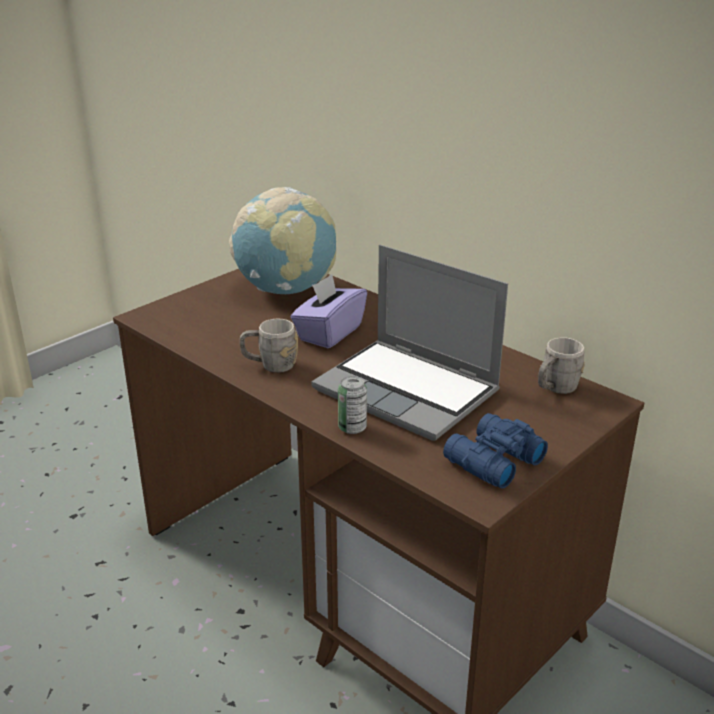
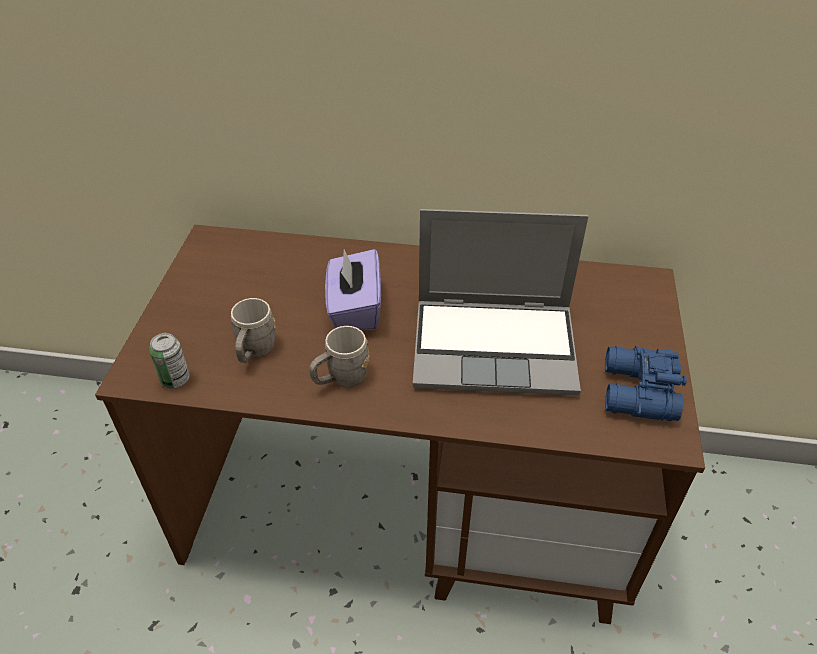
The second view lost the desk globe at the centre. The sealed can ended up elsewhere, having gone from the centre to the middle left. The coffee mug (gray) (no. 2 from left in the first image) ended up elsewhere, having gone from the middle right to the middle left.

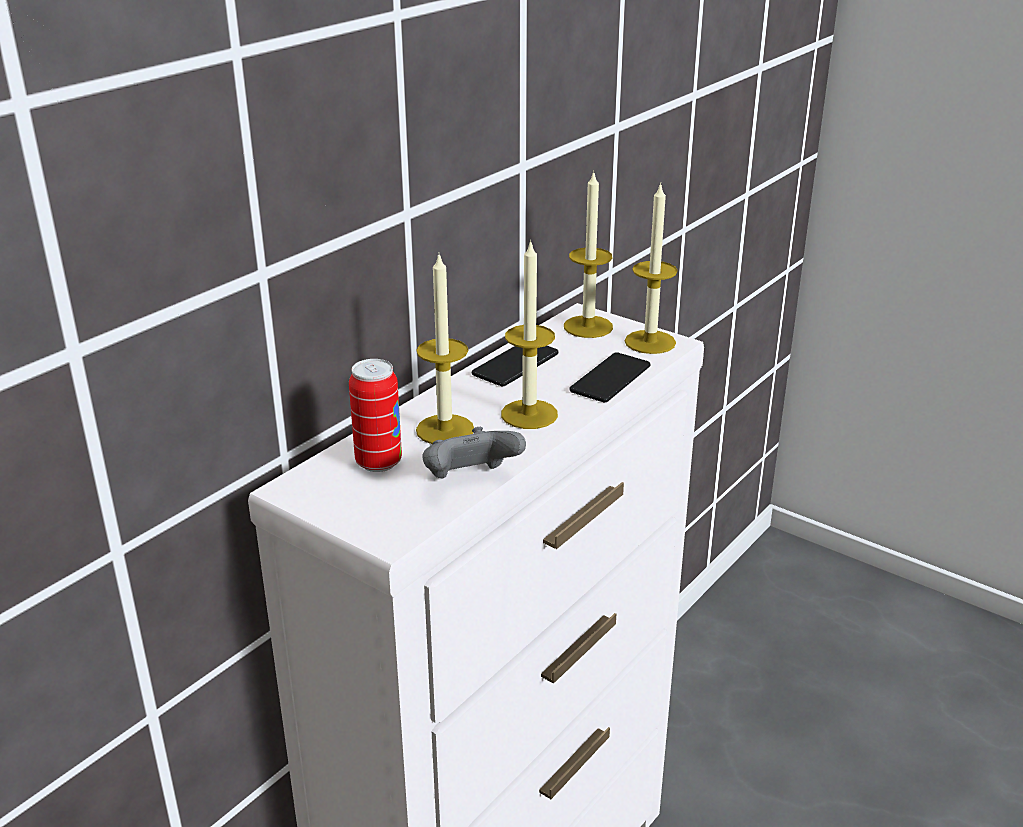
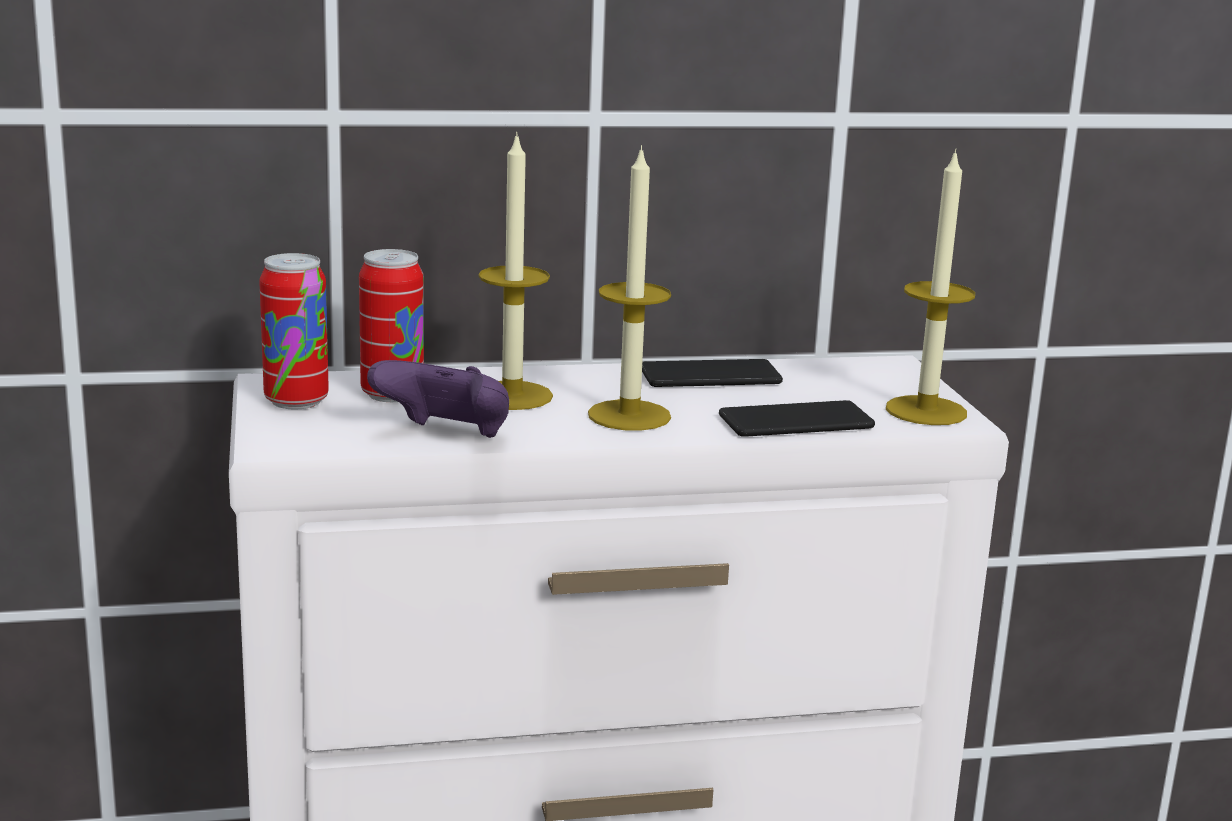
The second view lost the wax light (no. 3 from left) at the top centre. The second view gained the sealed can (no. 1 from left) at the middle left. What was the game controller (gray) at the centre turned into the game controller (purple) at the centre.

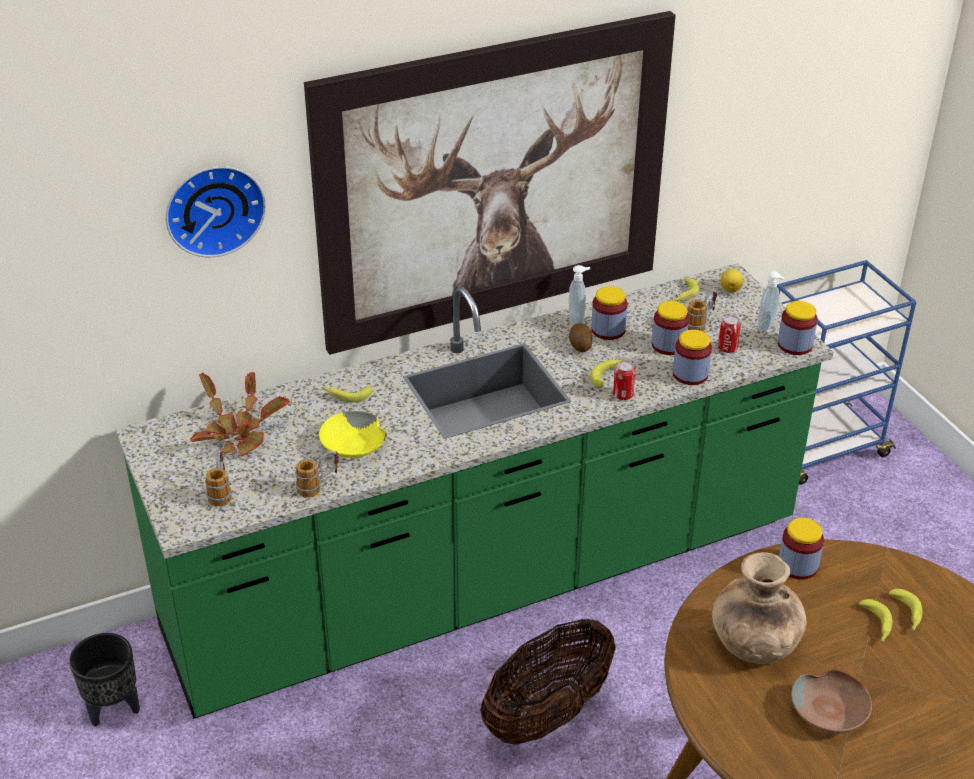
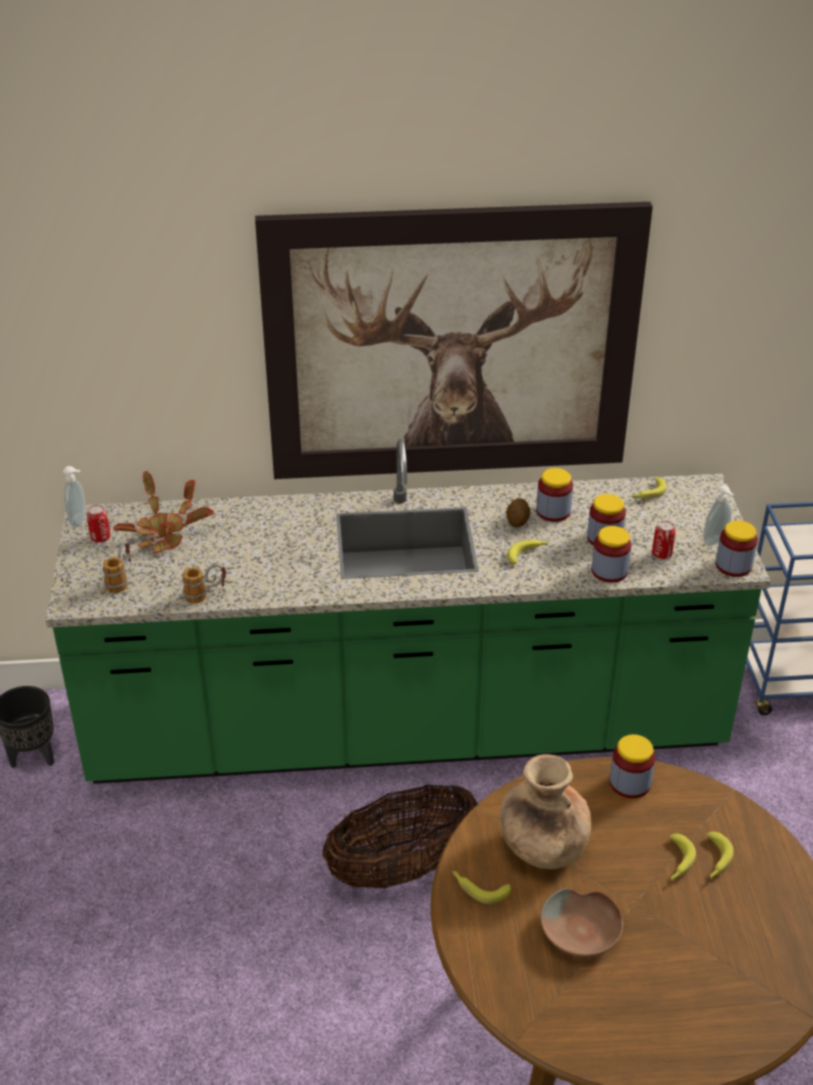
The second view lost the clock on the wall at the top left. The second view lost the bowl (yellow-coloured) at the centre. The second view lost the coffee mug (no. 3 from left) at the middle right. The second view lost the lemon at the middle right. The whole banana (no. 1 from left) ended up elsewhere, having gone from the centre to the bottom centre. The soap dispenser (no. 1 from left) ended up elsewhere, having gone from the centre to the middle left. The sealed can (no. 1 from left) ended up elsewhere, having gone from the centre to the middle left.

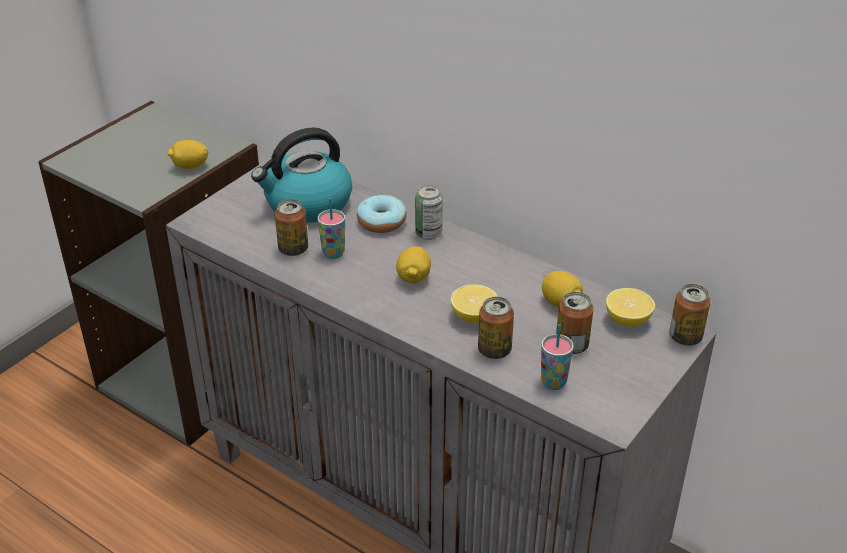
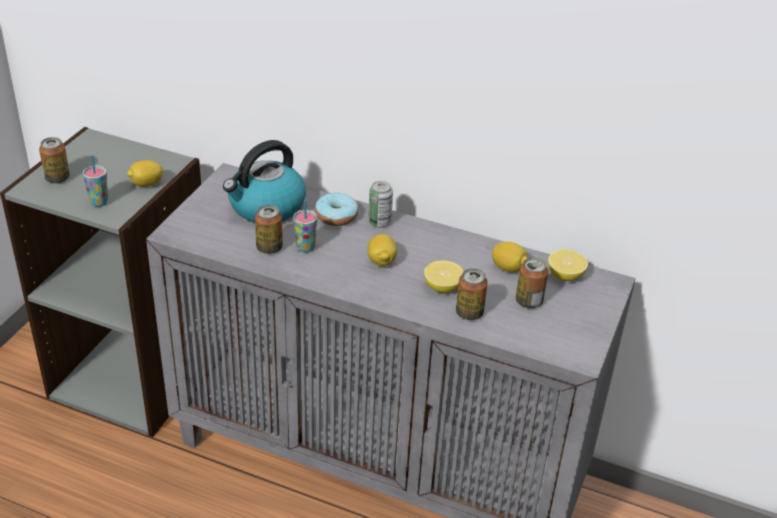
The small cup (no. 2 from left in the first image) ended up elsewhere, having gone from the centre to the middle left. The sealed can (no. 5 from left in the first image) ended up elsewhere, having gone from the middle right to the top left.

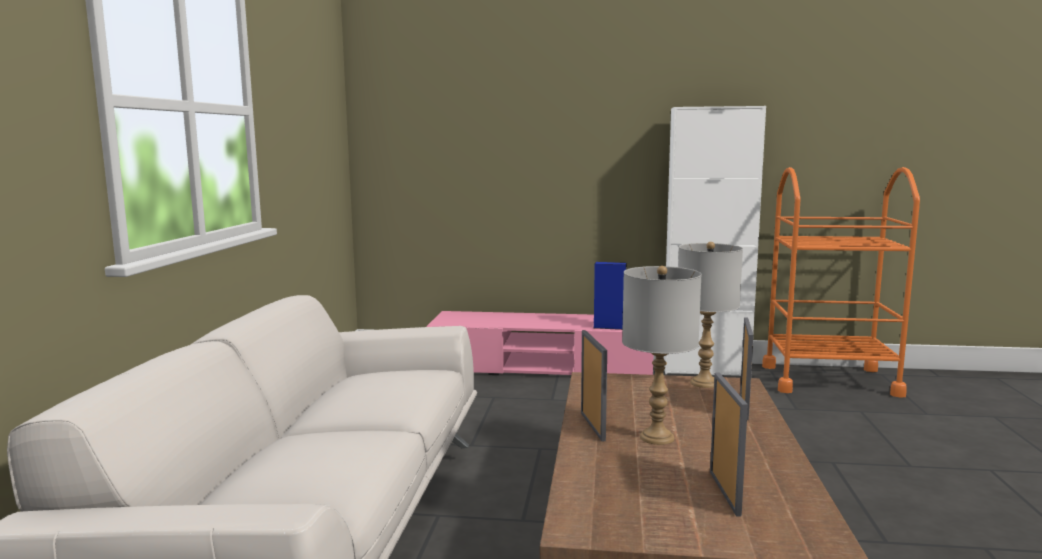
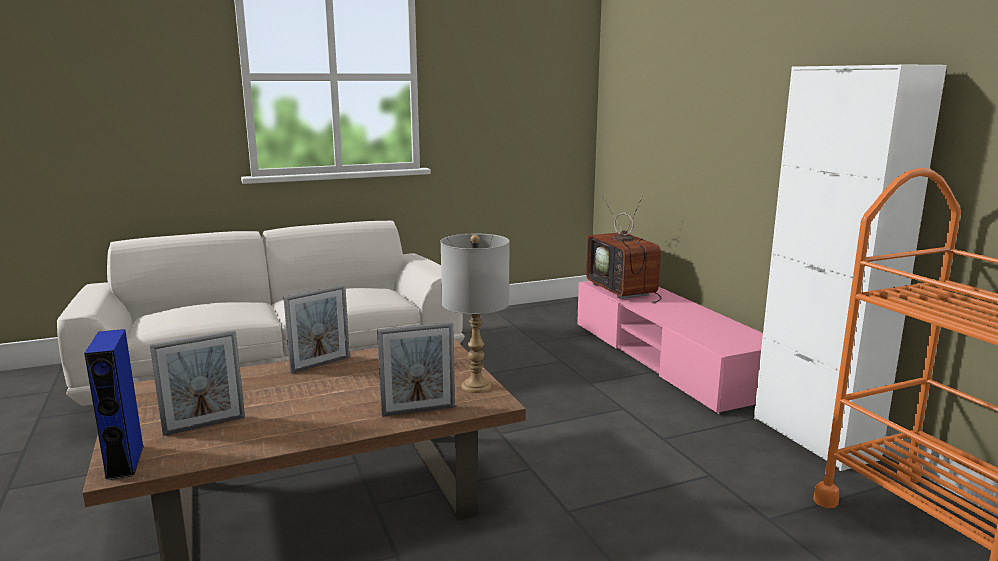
The second view lost the tabletop lamp (gray) (no. 1 from left) at the centre. The second view gained the TV set at the centre. The loudspeaker (bluish) ended up elsewhere, having gone from the centre to the bottom left.

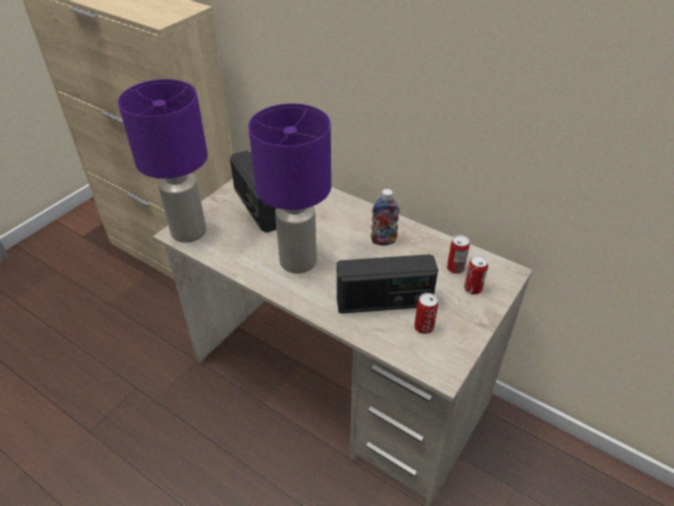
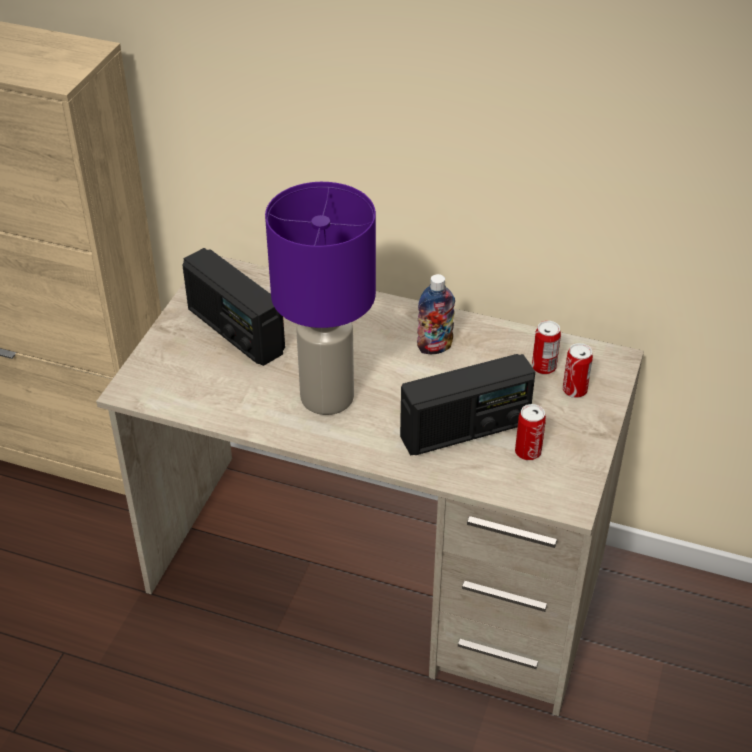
The second view lost the tabletop lamp (purple) (no. 1 from left) at the top left.

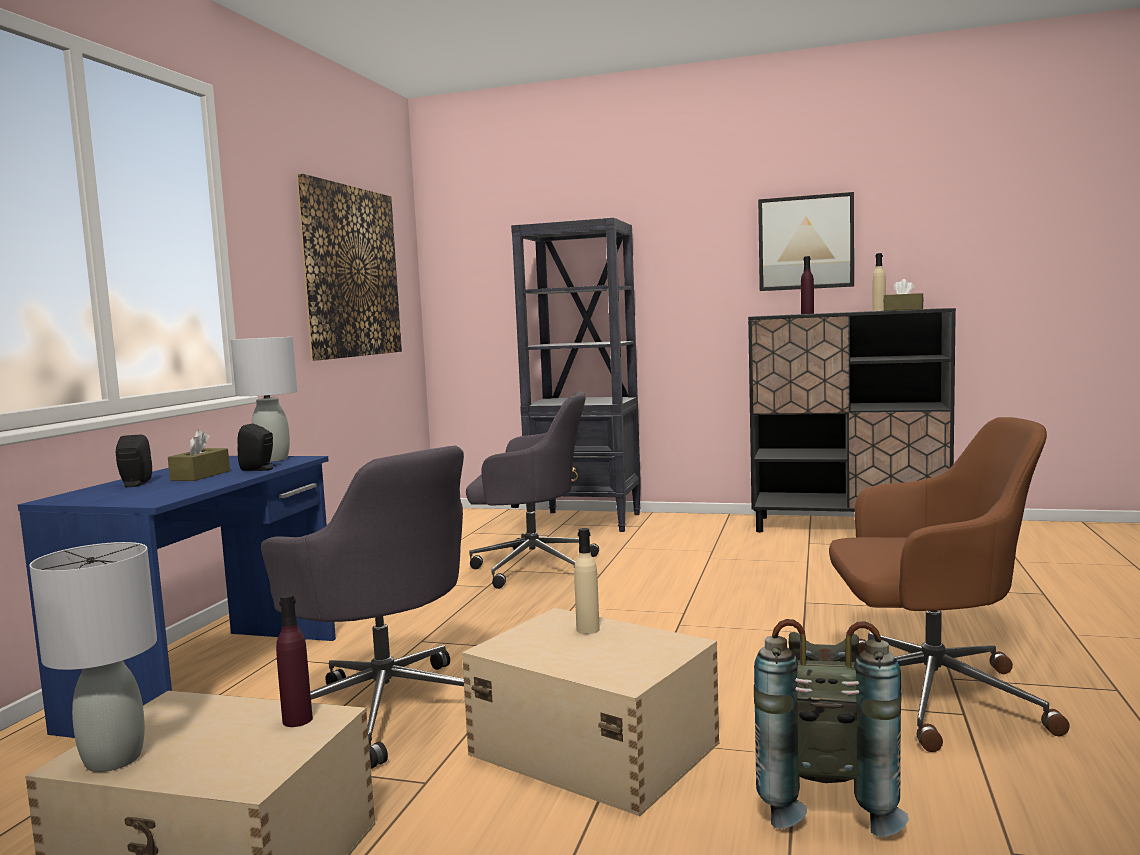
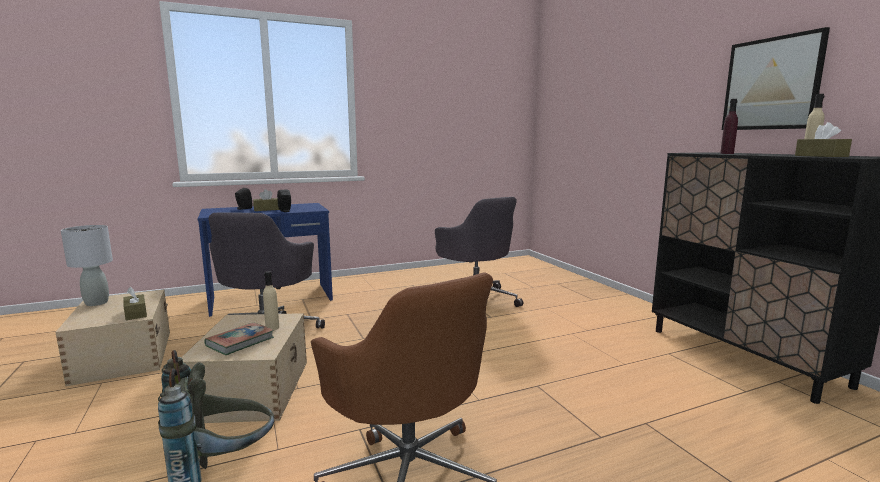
The second view lost the tabletop lamp (gray) (no. 2 from left) at the middle left. The second view lost the picture (no. 1 from left) at the top left. The second view lost the bookshelf (blackish) at the centre. The second view gained the book at the bottom left. Where the beverage bottle (purple) (no. 1 from left) stood at the bottom left, the tissue holder (brown-coloured) (no. 1 from left) came to stand at the middle left.

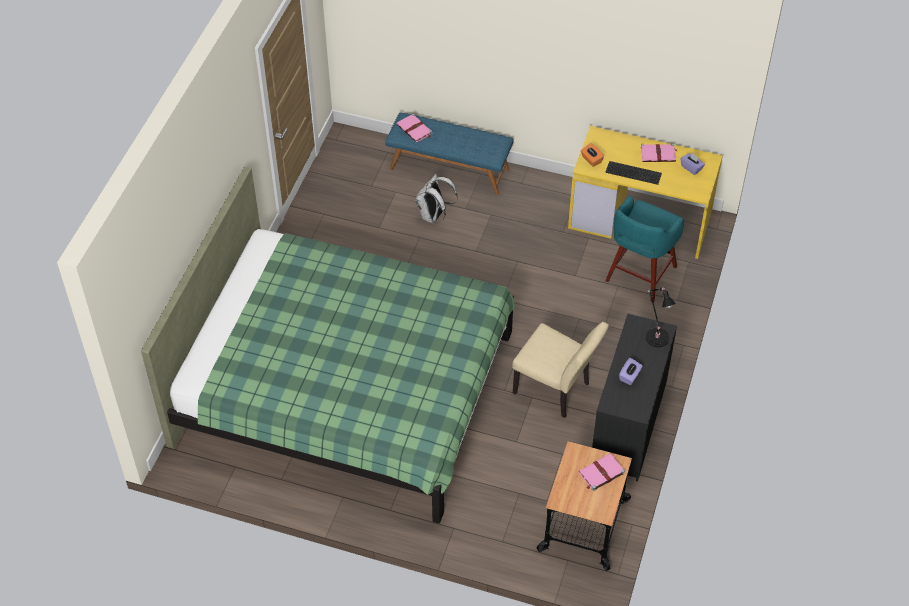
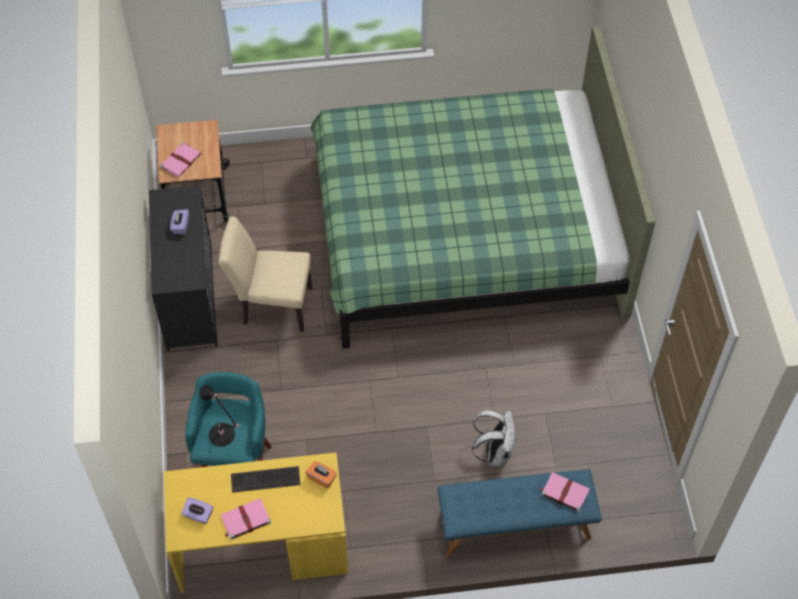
The tabletop lamp (blackish) ended up elsewhere, having gone from the middle right to the bottom left.

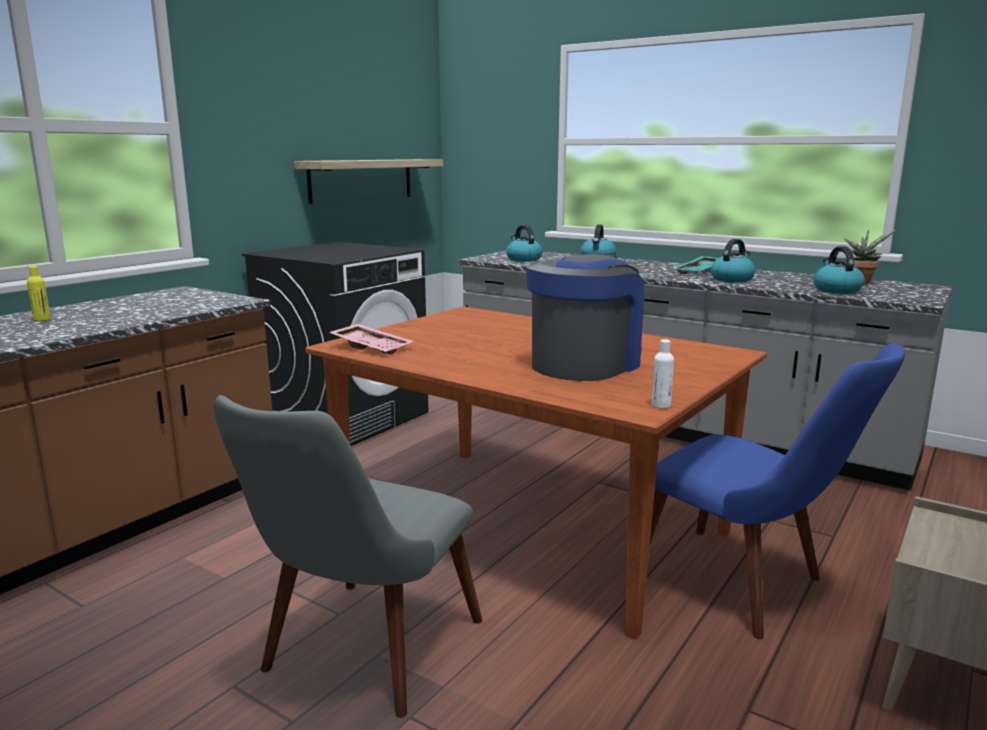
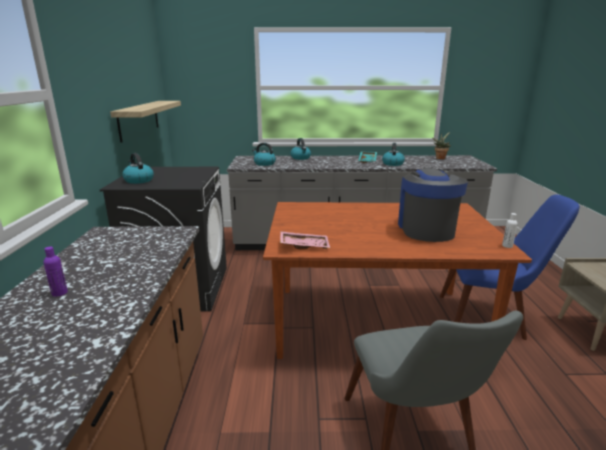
The water kettle (no. 4 from left in the first image) ended up elsewhere, having gone from the middle right to the middle left. What was the beverage bottle (yellow-coloured) at the middle left turned into the beverage bottle (purple) at the middle left.

